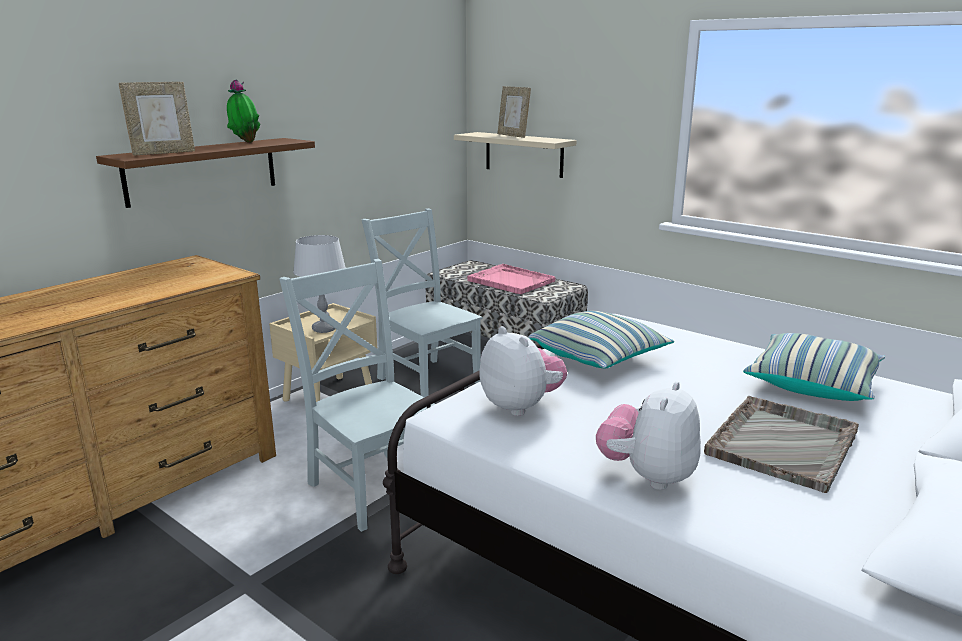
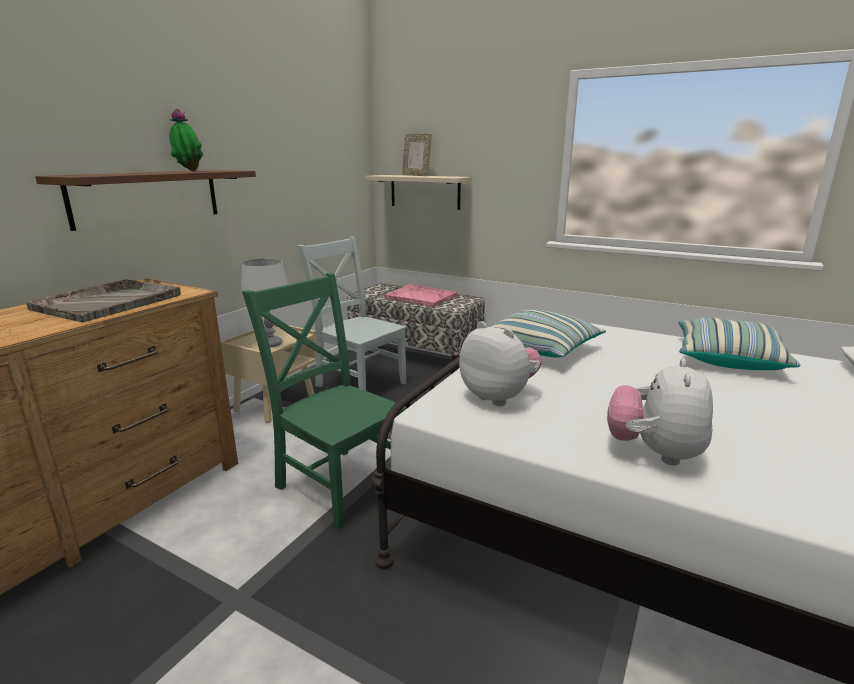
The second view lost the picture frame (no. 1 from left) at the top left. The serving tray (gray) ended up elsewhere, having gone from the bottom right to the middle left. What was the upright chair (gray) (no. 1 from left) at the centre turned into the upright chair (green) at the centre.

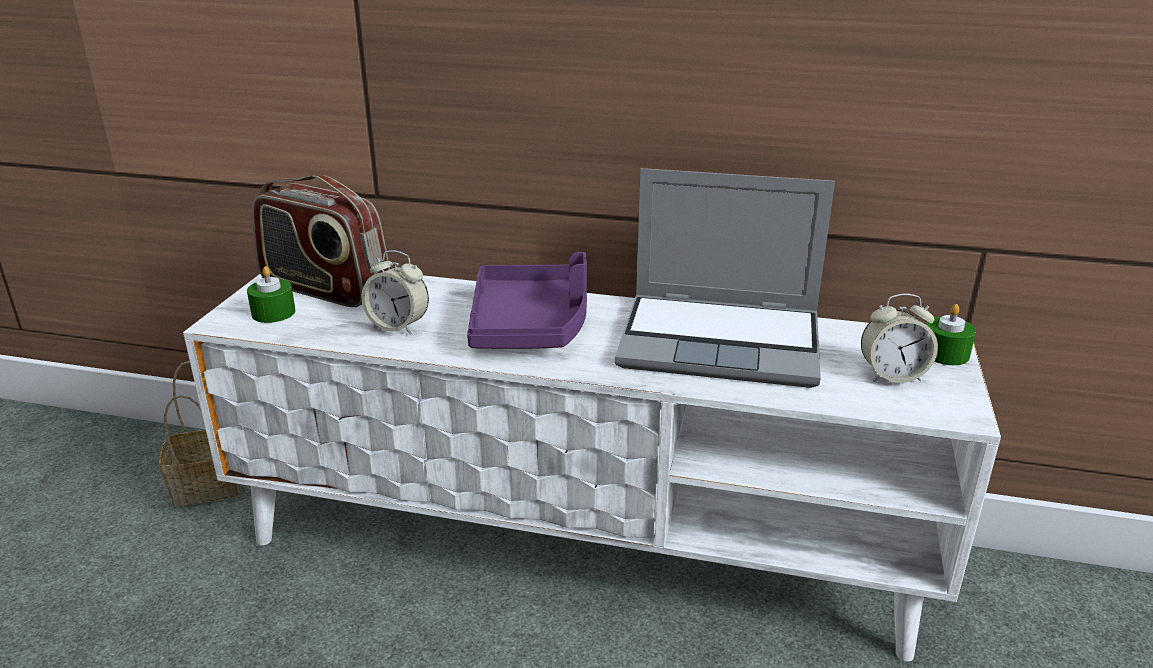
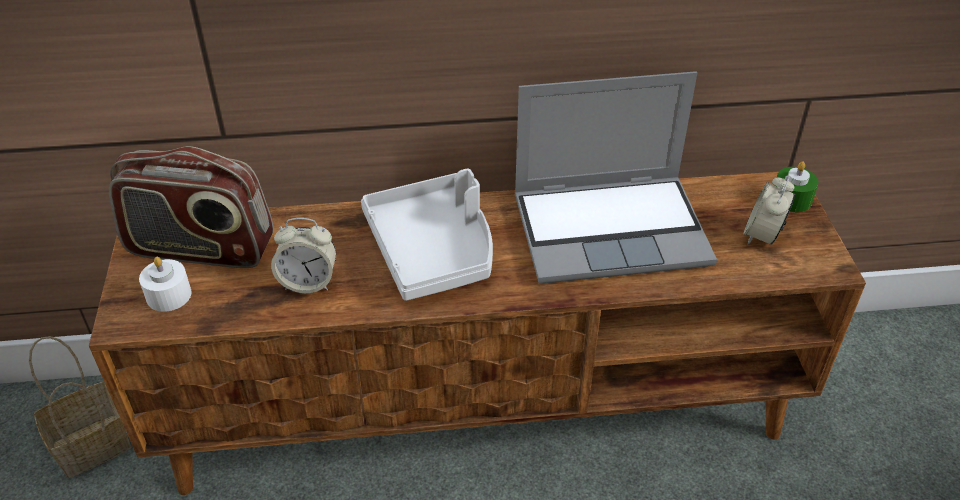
What was the tv unit (white-coloured) at the bottom centre turned into the tv unit (brown-coloured) at the centre. What was the wax light (green) (no. 1 from left) at the middle left turned into the wax light (white-coloured) at the middle left. What was the serving tray (purple) at the centre turned into the serving tray (gray) at the centre. The alarm clock (no. 2 from left) at the middle right ended up facing another way, 135 degrees clockwise from before.

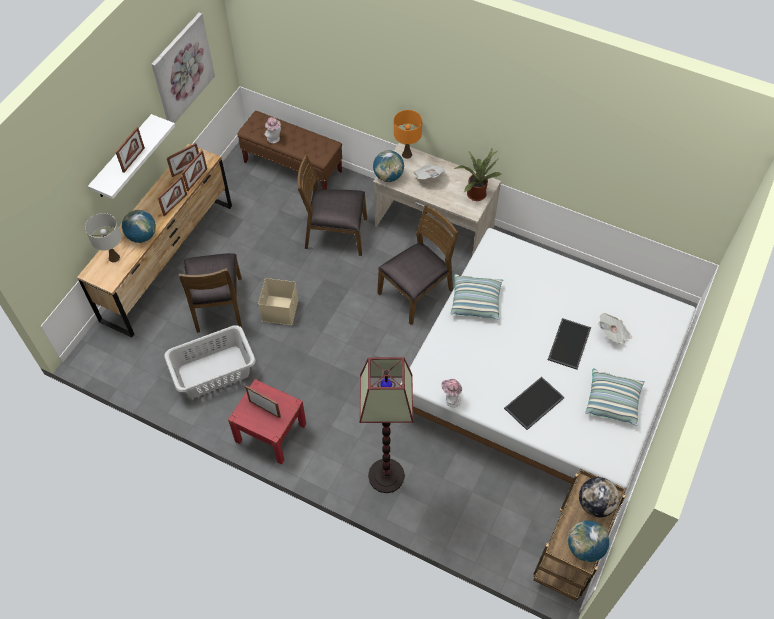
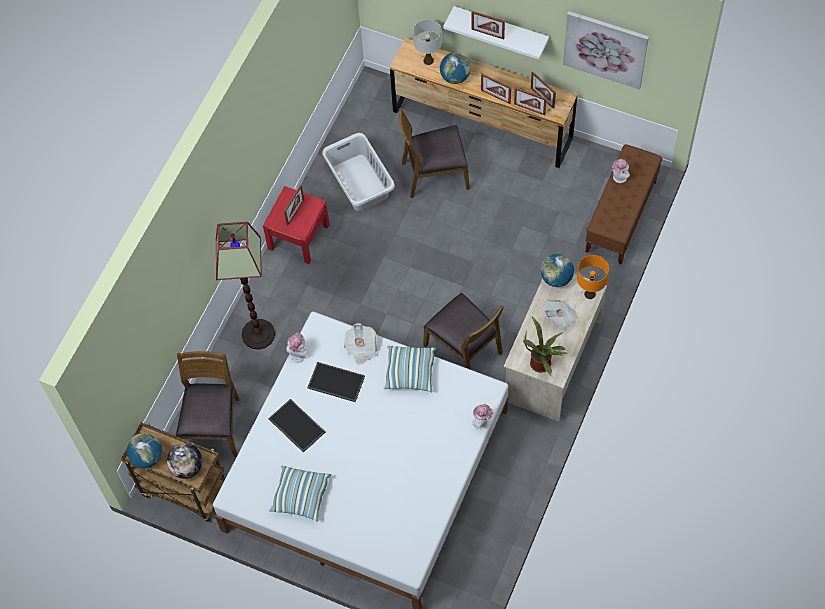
The second view lost the storage bin (beige) at the centre. The second view gained the wearable hat (no. 2 from left) at the bottom centre. The upright chair (brown-coloured) (no. 2 from left in the first image) ended up elsewhere, having gone from the top centre to the middle left. The serving tray (no. 2 from left) ended up elsewhere, having gone from the middle right to the centre. The printed paper (no. 2 from left in the first image) ended up elsewhere, having gone from the middle right to the centre.

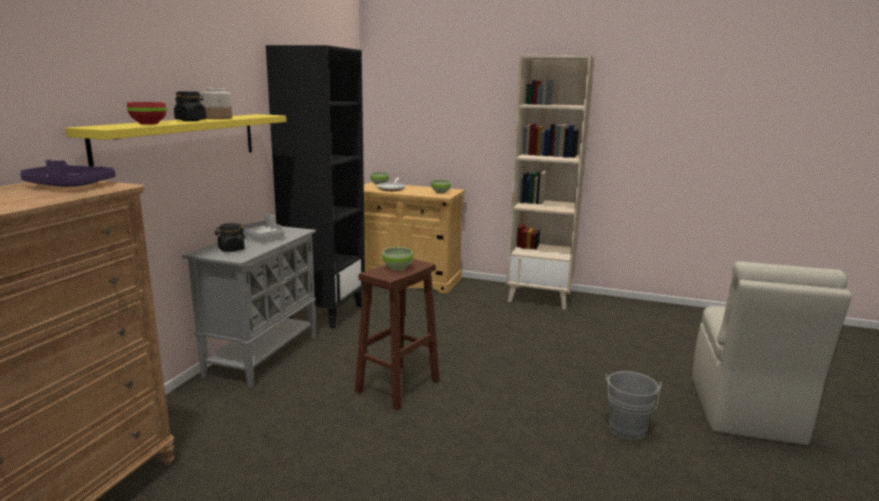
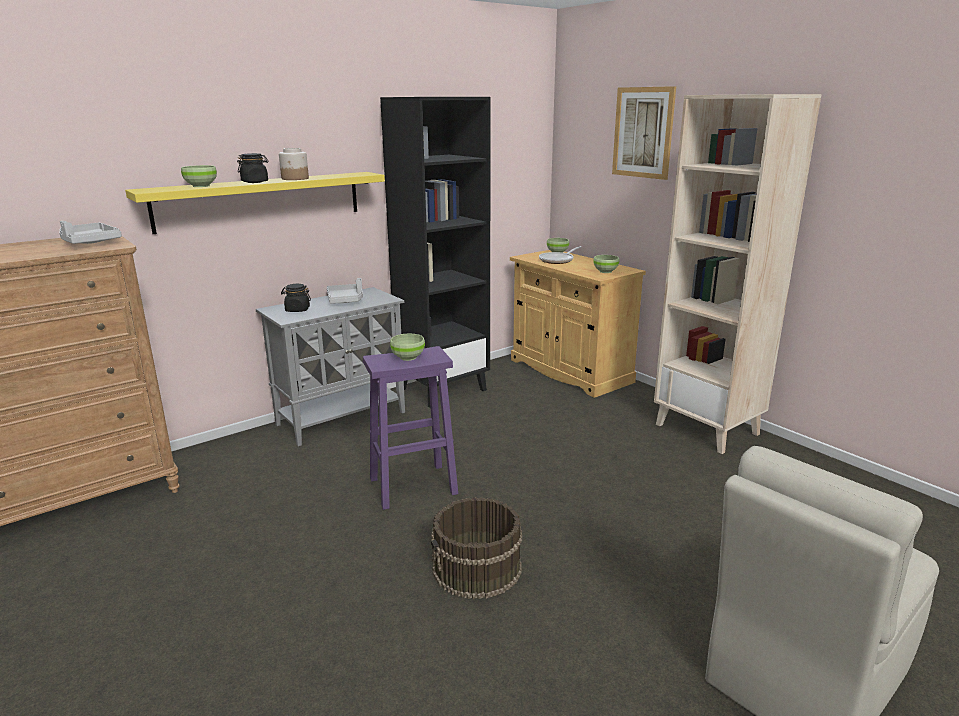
The second view lost the bucket (gray) at the bottom right. The second view gained the bucket (brown-coloured) at the bottom centre. The second view gained the picture at the top right. What was the serving tray (purple) at the middle left turned into the serving tray (gray) (no. 1 from left) at the top left. What was the bowl (red-coloured) at the top left turned into the bowl (green) (no. 1 from left) at the top left. What was the sitting stool (brown-coloured) at the bottom centre turned into the sitting stool (purple) at the centre.

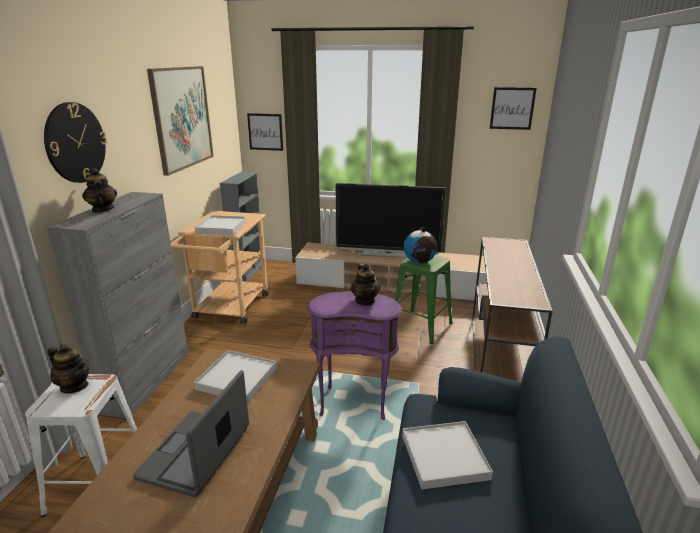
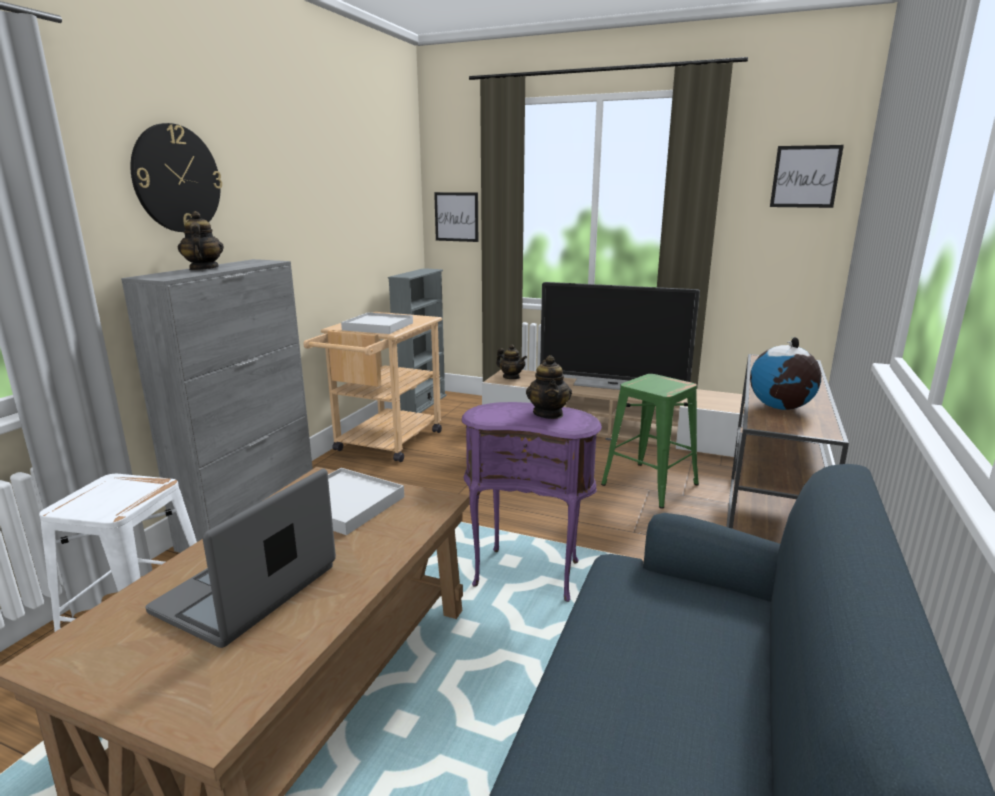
The second view lost the picture (no. 1 from left) at the top left. The second view lost the serving tray (white-coloured) (no. 3 from left) at the bottom centre. The tea pot (no. 1 from left in the first image) ended up elsewhere, having gone from the bottom left to the centre. The desk globe ended up elsewhere, having gone from the centre to the middle right.

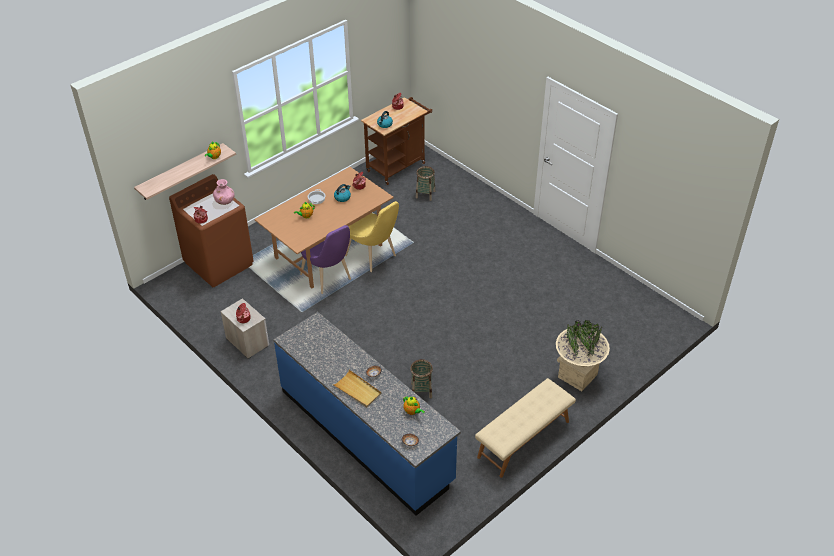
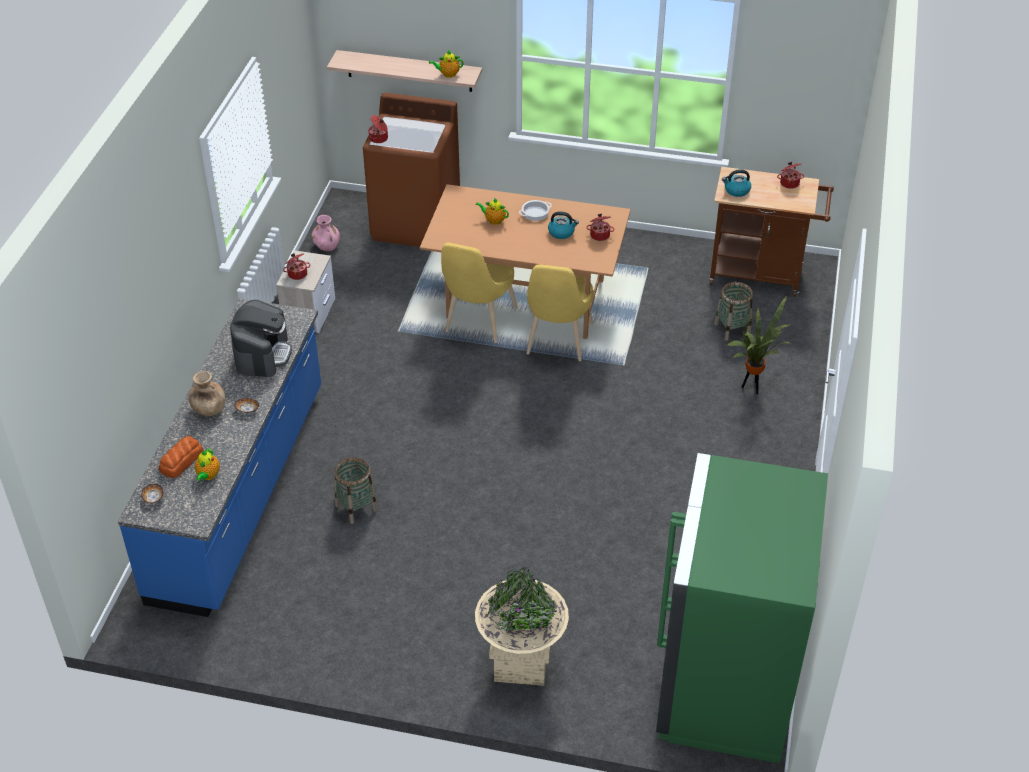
The second view lost the bench (beige) at the bottom centre. The second view gained the bakery bread at the middle left. The second view gained the coffee machine at the middle left. The second view gained the refrigerator (green) at the bottom right. The second view gained the potted plant at the middle right. The vase (pink) ended up elsewhere, having gone from the middle left to the top left. Where the serving tray (beige) stood at the bottom centre, the vase (brown-coloured) came to stand at the middle left. What was the upright chair (purple) at the centre turned into the upright chair (yellow-coloured) (no. 1 from left) at the centre.

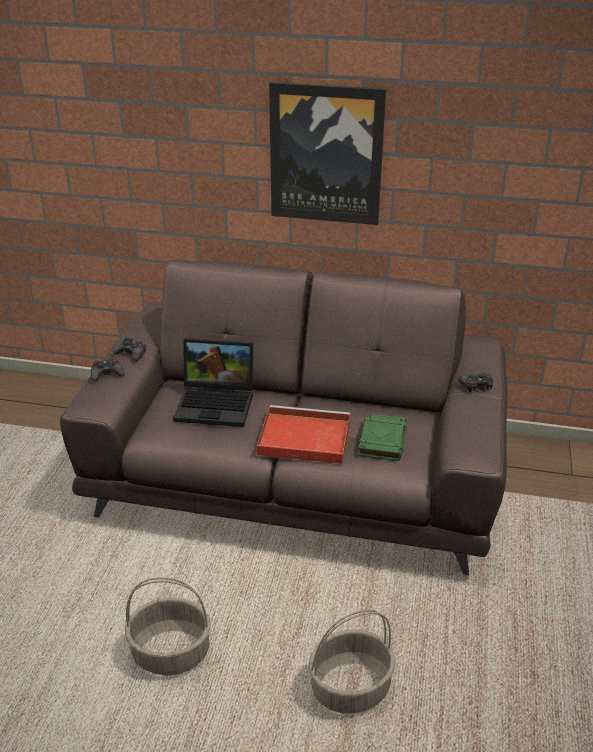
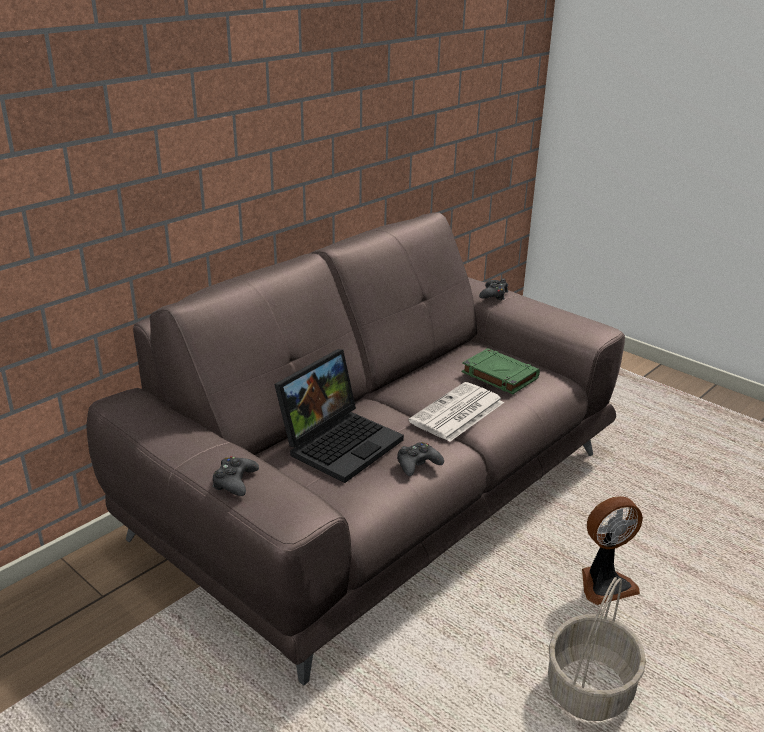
The second view lost the picture at the top centre. The second view lost the household basket (no. 2 from left) at the bottom centre. The second view gained the cooling fan at the bottom right. The game controller (blackish) (no. 2 from left) ended up elsewhere, having gone from the middle left to the centre. Where the serving tray (red-coloured) stood at the centre, the printed paper came to stand at the centre.

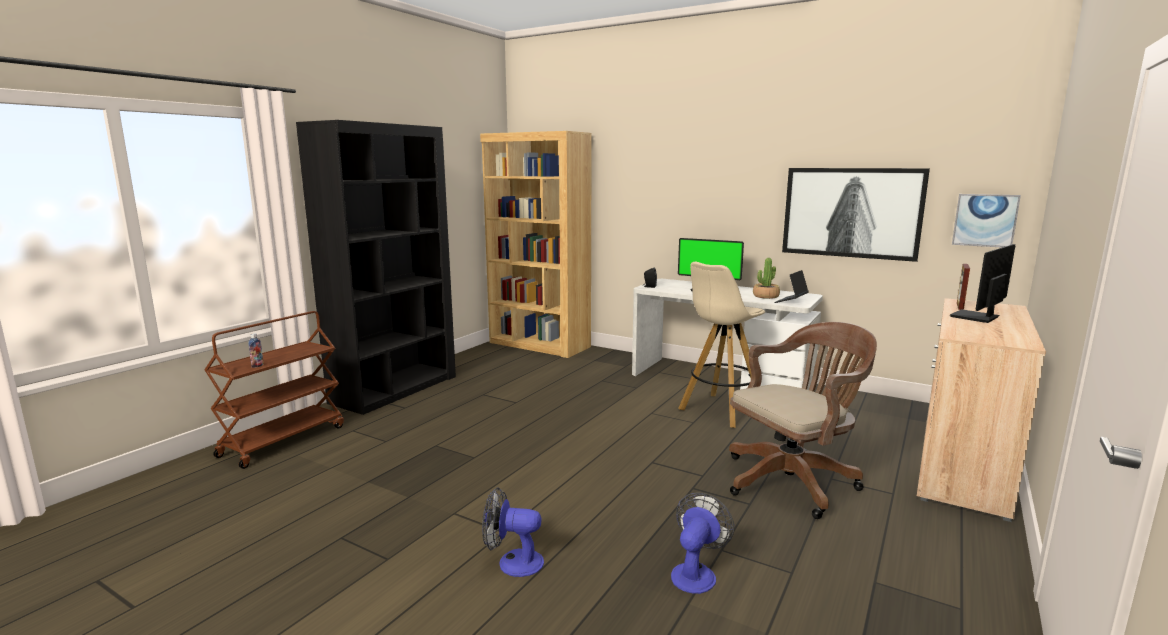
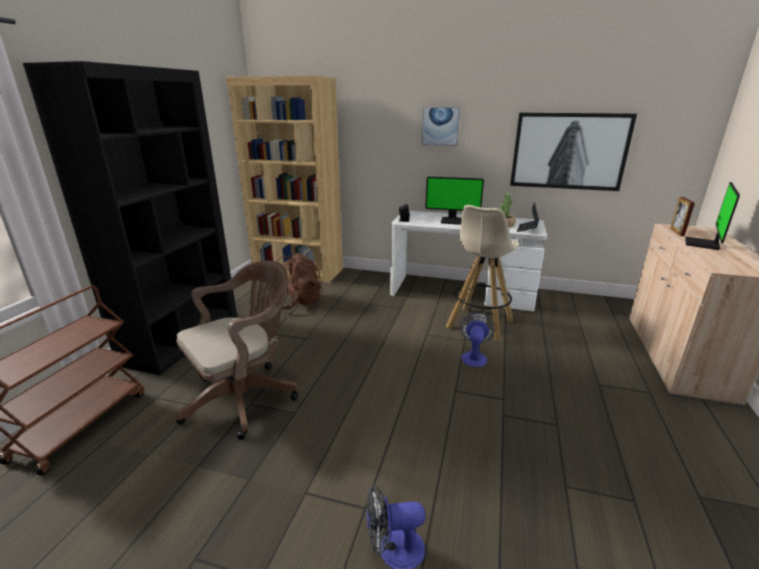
The second view lost the beverage bottle at the middle left. The second view gained the rucksack (brown-coloured) at the centre. The cooling fan (no. 2 from left) ended up elsewhere, having gone from the bottom centre to the centre. The computer chair (brown-coloured) ended up elsewhere, having gone from the middle right to the middle left. The picture (no. 2 from left in the first image) ended up elsewhere, having gone from the middle right to the top centre.

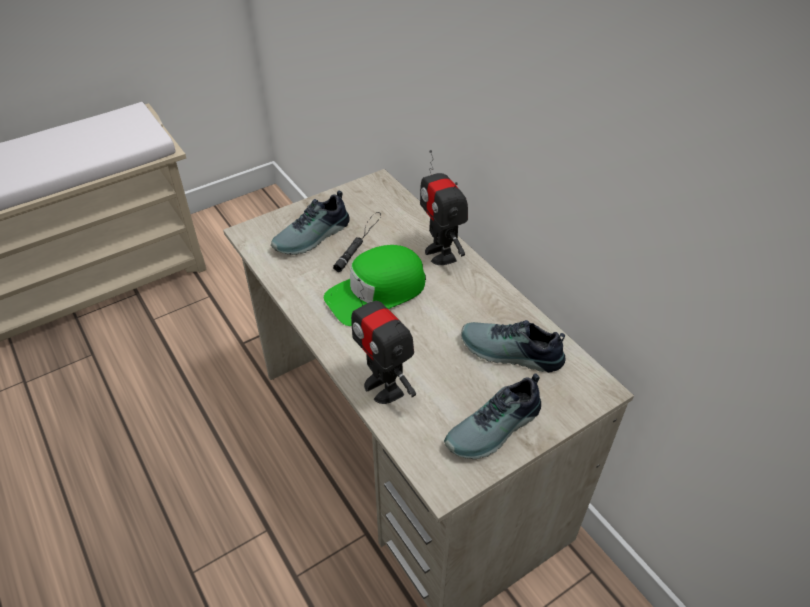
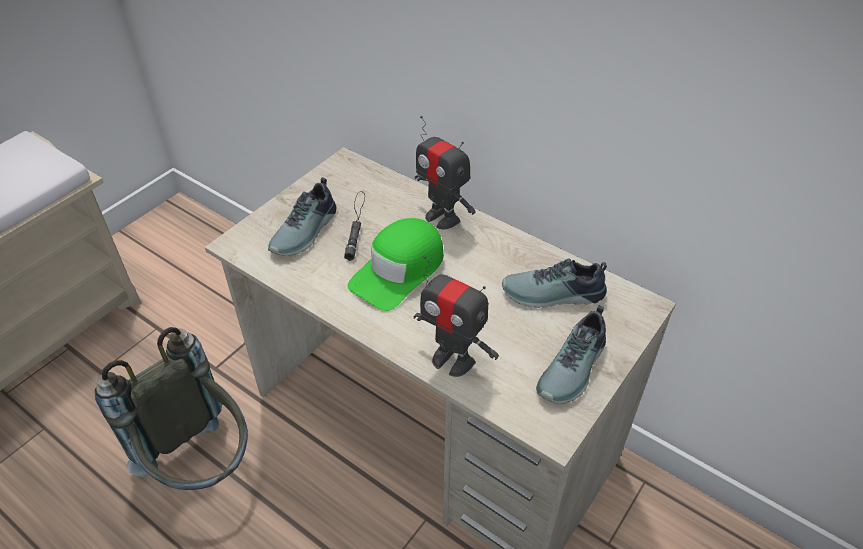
The second view gained the rucksack (gray) at the bottom left.

